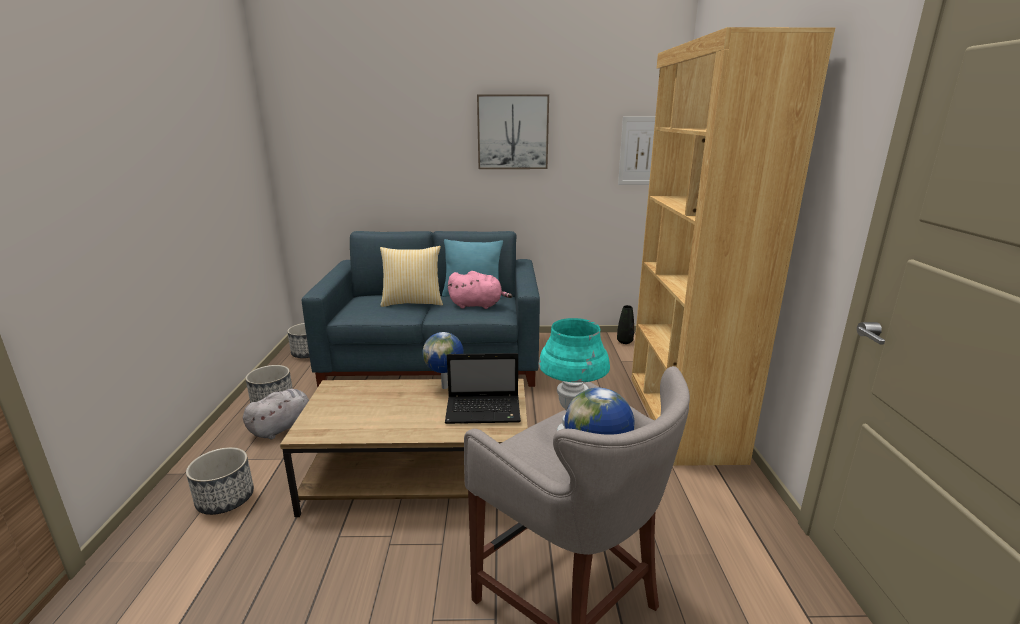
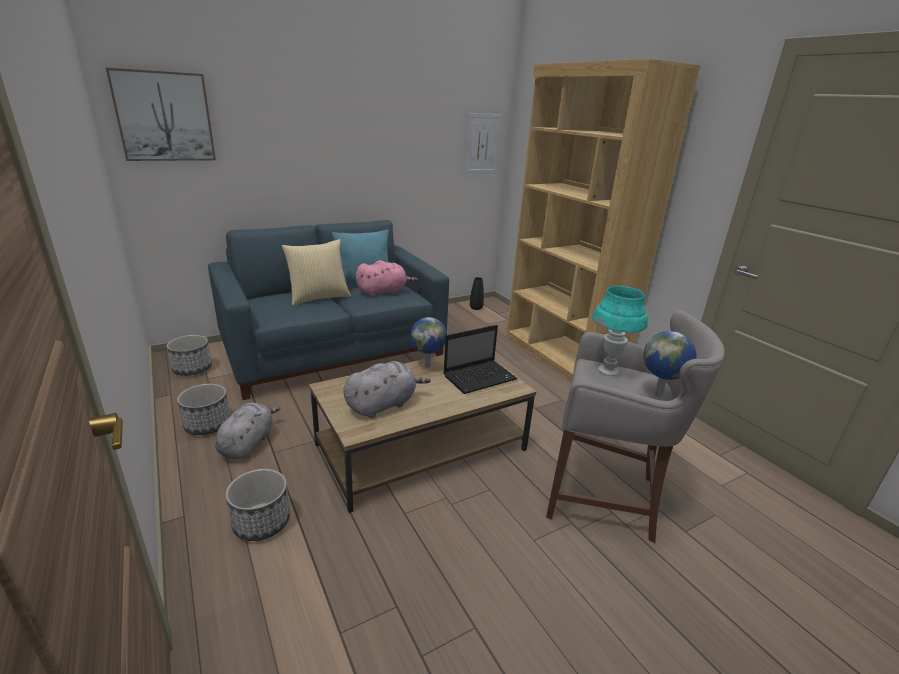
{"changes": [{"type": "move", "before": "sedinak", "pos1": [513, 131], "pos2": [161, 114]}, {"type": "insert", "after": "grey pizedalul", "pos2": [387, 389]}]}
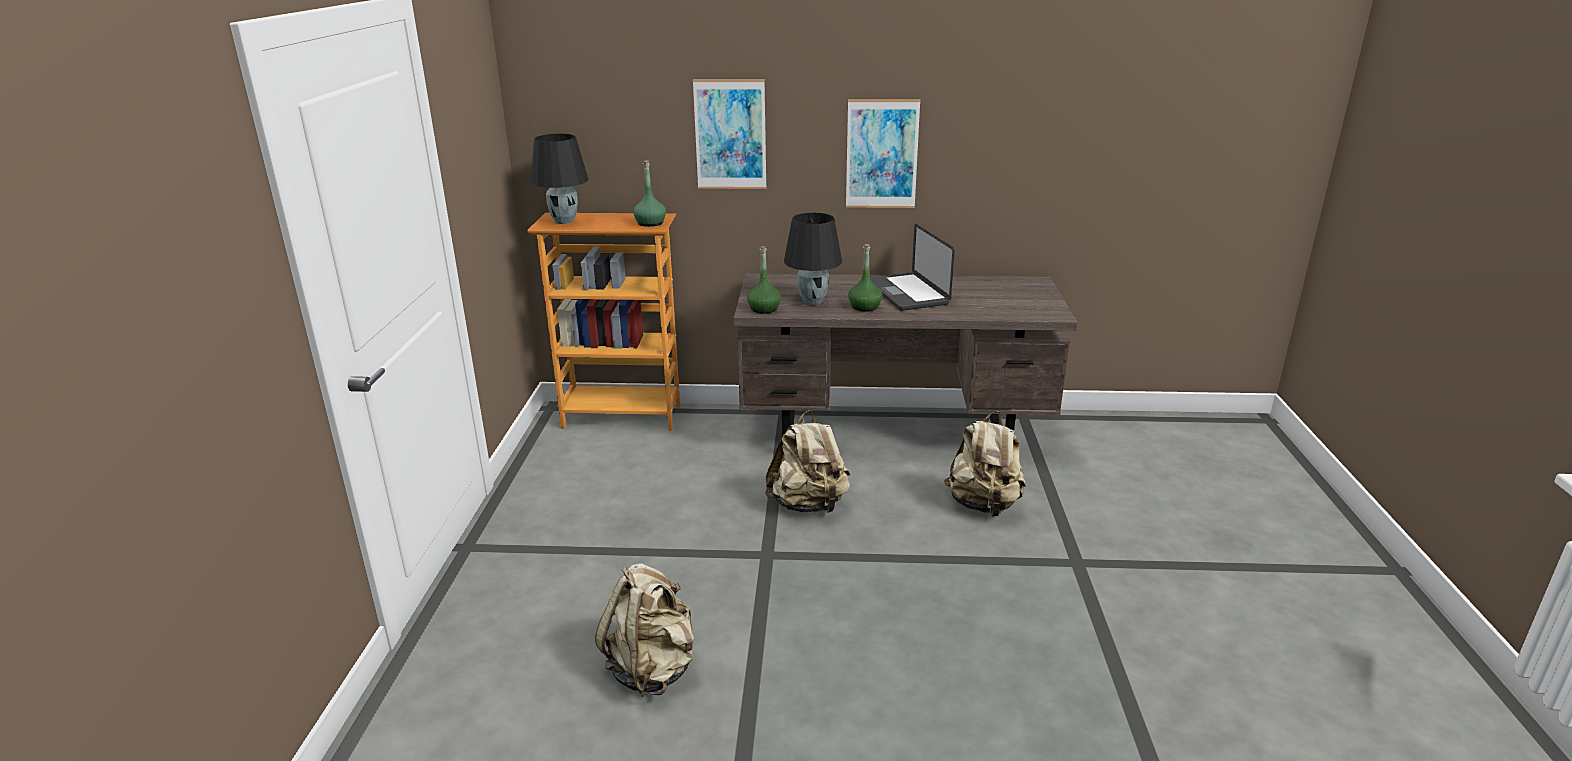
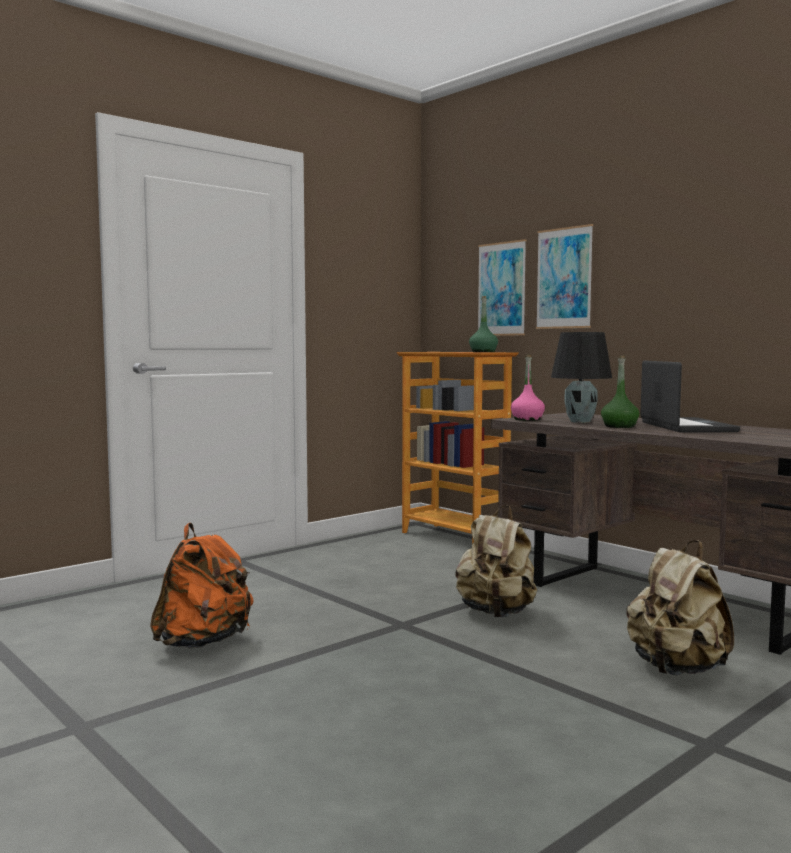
{"changes": [{"type": "delete", "before": "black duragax", "pos1": [559, 179]}, {"type": "recolor", "before": "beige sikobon", "after": "orange sikobon", "pos1": [644, 630], "pos2": [202, 585]}, {"type": "recolor", "before": "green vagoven", "after": "pink vagoven", "pos1": [764, 280], "pos2": [528, 388]}, {"type": "move", "before": "sedinak", "pos1": [883, 154], "pos2": [502, 287]}, {"type": "rotate", "before": "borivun", "pos1": [912, 267], "pos2": [690, 396], "turn": 150}]}
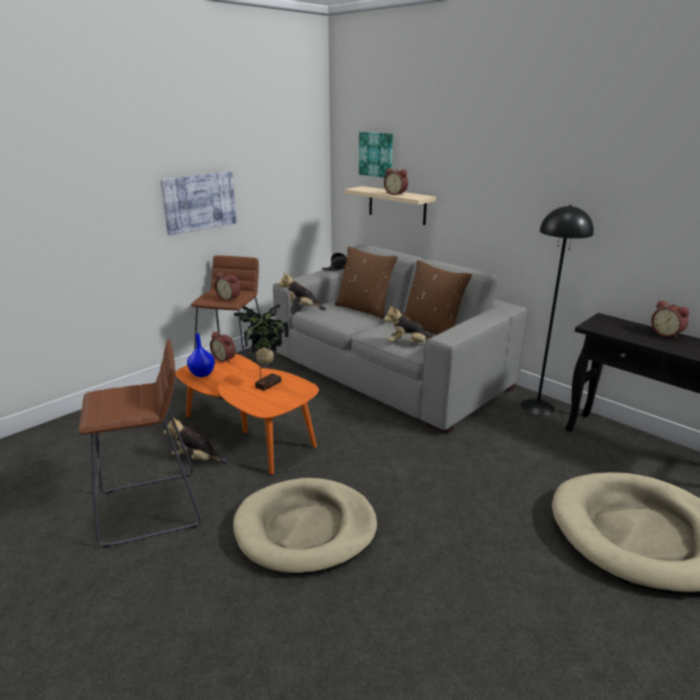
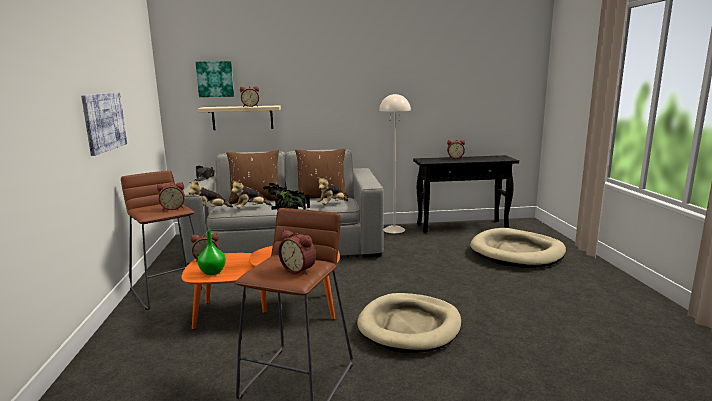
{"changes": [{"type": "move", "before": "pizedalul", "pos1": [196, 440], "pos2": [251, 194]}, {"type": "recolor", "before": "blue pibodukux", "after": "green pibodukux", "pos1": [201, 355], "pos2": [211, 252]}, {"type": "recolor", "before": "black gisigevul", "after": "beige gisigevul", "pos1": [557, 310], "pos2": [395, 163]}, {"type": "insert", "after": "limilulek", "pos2": [297, 252]}]}
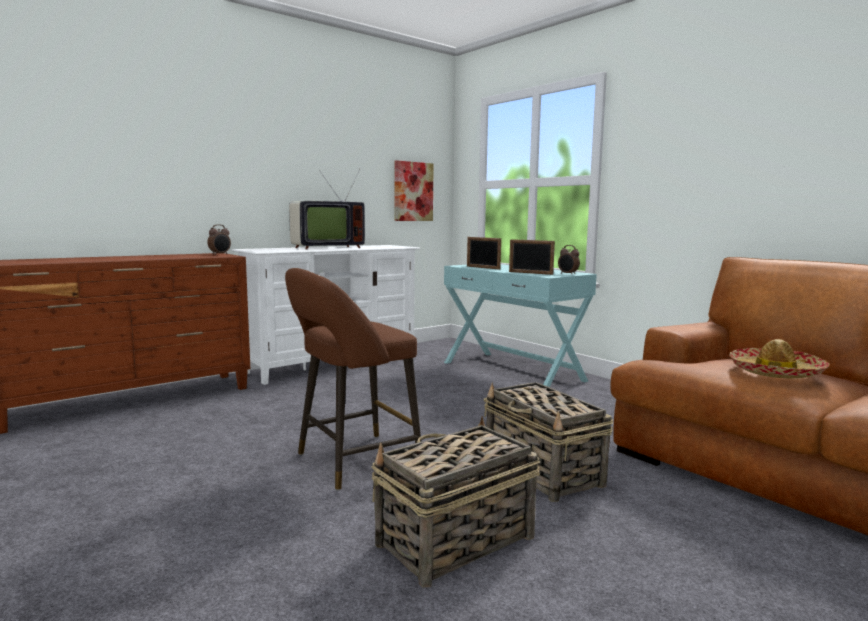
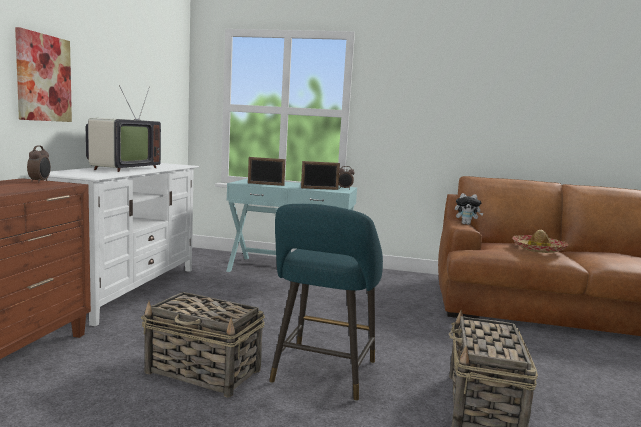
{"changes": [{"type": "recolor", "before": "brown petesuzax", "after": "turquoise petesuzax", "pos1": [353, 379], "pos2": [326, 302]}, {"type": "move", "before": "sedinak", "pos1": [414, 190], "pos2": [43, 74]}, {"type": "move", "before": "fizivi", "pos1": [548, 442], "pos2": [203, 345]}, {"type": "insert", "after": "pizedalul", "pos2": [469, 208]}]}
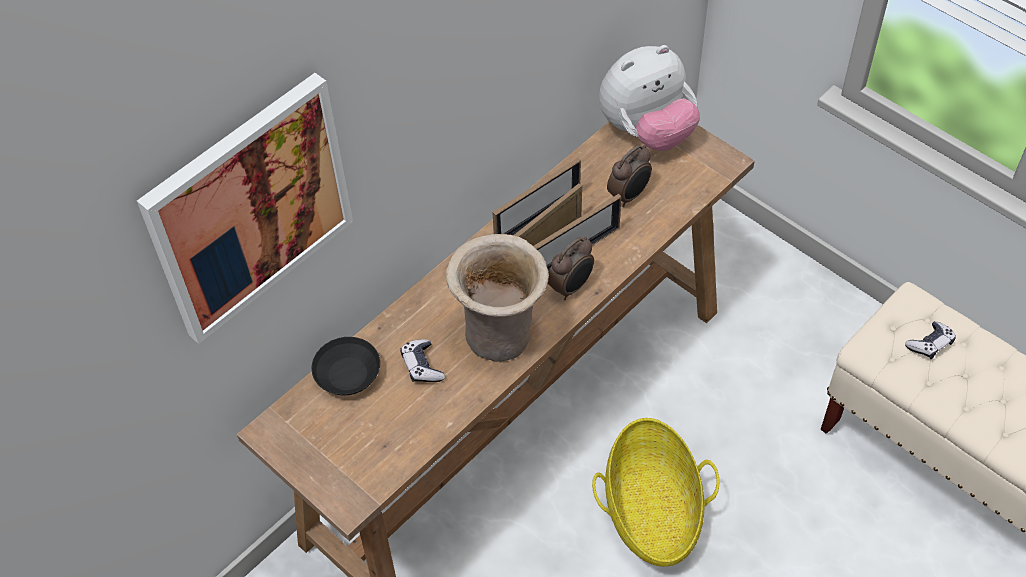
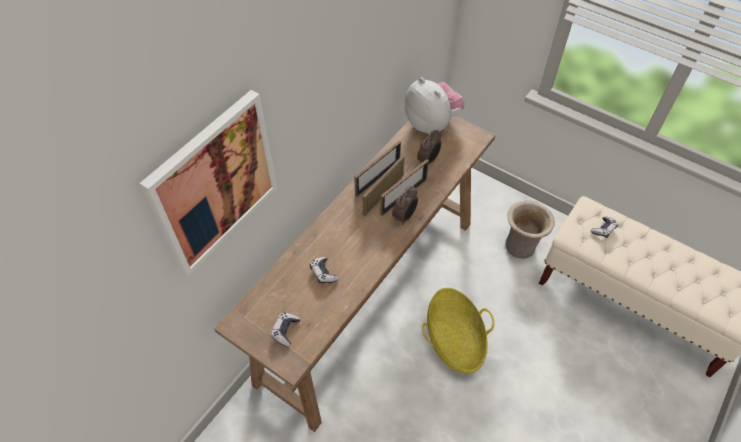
{"changes": [{"type": "delete", "before": "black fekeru", "pos1": [345, 366]}, {"type": "move", "before": "beige pibodukux", "pos1": [497, 298], "pos2": [530, 229]}, {"type": "rotate", "before": "pizedalul", "pos1": [649, 98], "pos2": [435, 105], "turn": -90}, {"type": "insert", "after": "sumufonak", "pos2": [286, 330]}]}
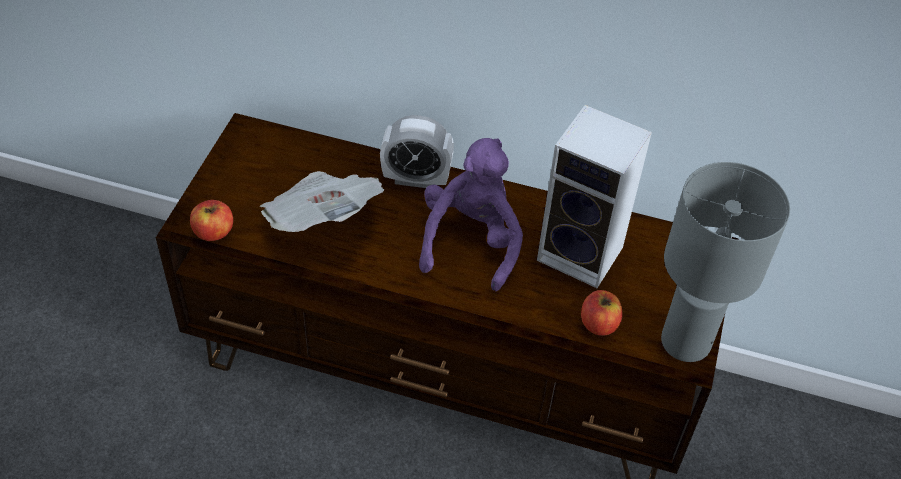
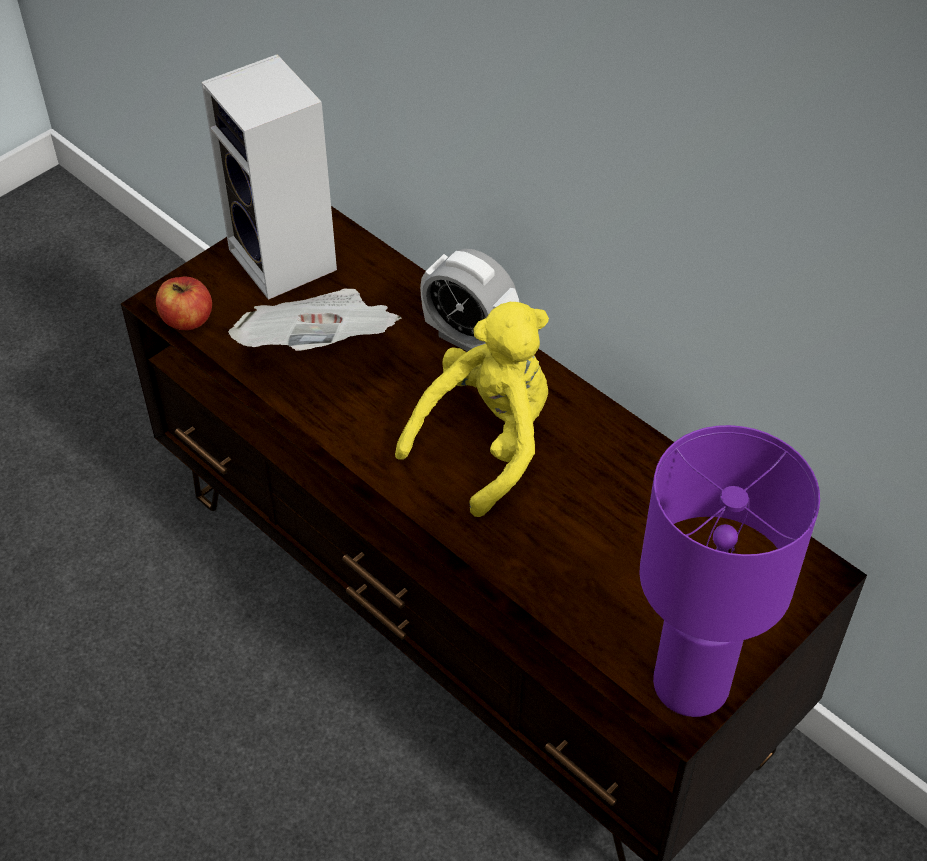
{"changes": [{"type": "recolor", "before": "purple pizedalul", "after": "yellow pizedalul", "pos1": [471, 214], "pos2": [472, 409]}, {"type": "move", "before": "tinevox", "pos1": [594, 196], "pos2": [269, 177]}, {"type": "delete", "before": "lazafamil", "pos1": [601, 313]}, {"type": "recolor", "before": "grey duragax", "after": "purple duragax", "pos1": [725, 262], "pos2": [729, 571]}]}
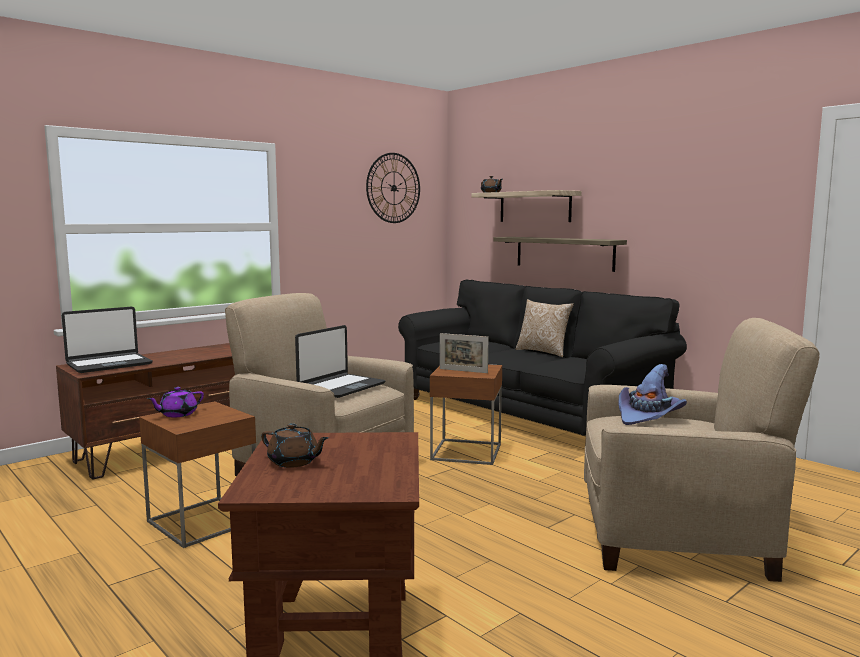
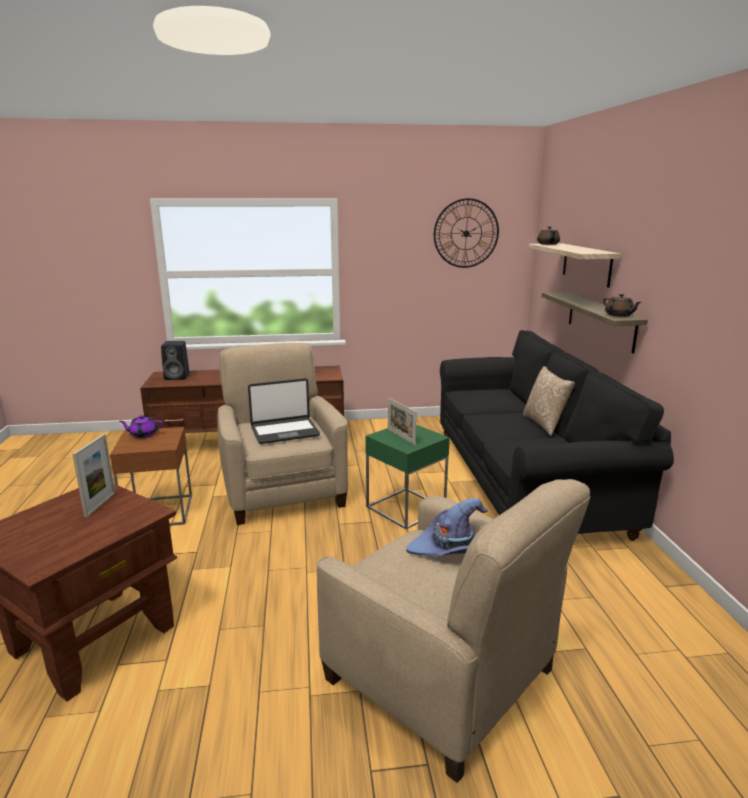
{"changes": [{"type": "replace", "before": "borivun", "after": "black tinevox", "pos1": [107, 340], "pos2": [175, 360]}, {"type": "move", "before": "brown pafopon", "pos1": [295, 445], "pos2": [622, 305]}, {"type": "recolor", "before": "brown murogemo", "after": "green murogemo", "pos1": [466, 414], "pos2": [407, 477]}, {"type": "insert", "after": "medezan", "pos2": [93, 475]}]}
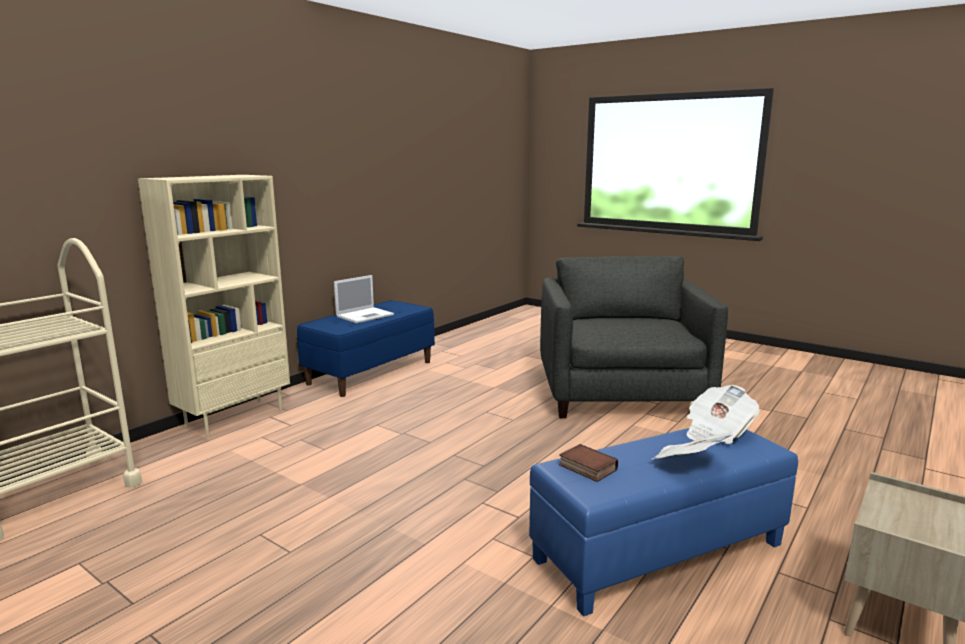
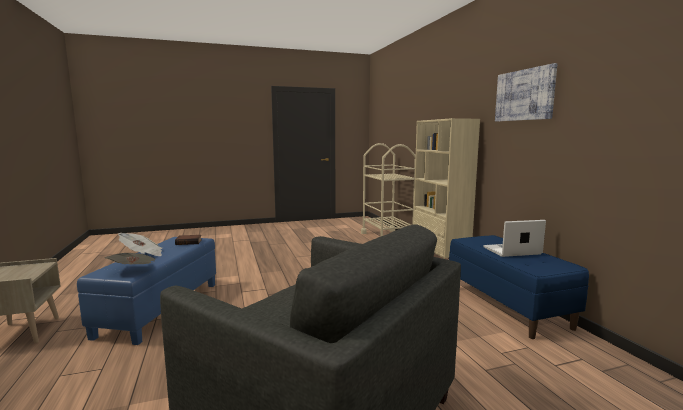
{"changes": [{"type": "rotate", "before": "borivun", "pos1": [364, 299], "pos2": [514, 238], "turn": 90}, {"type": "insert", "after": "sedinak", "pos2": [526, 92]}]}
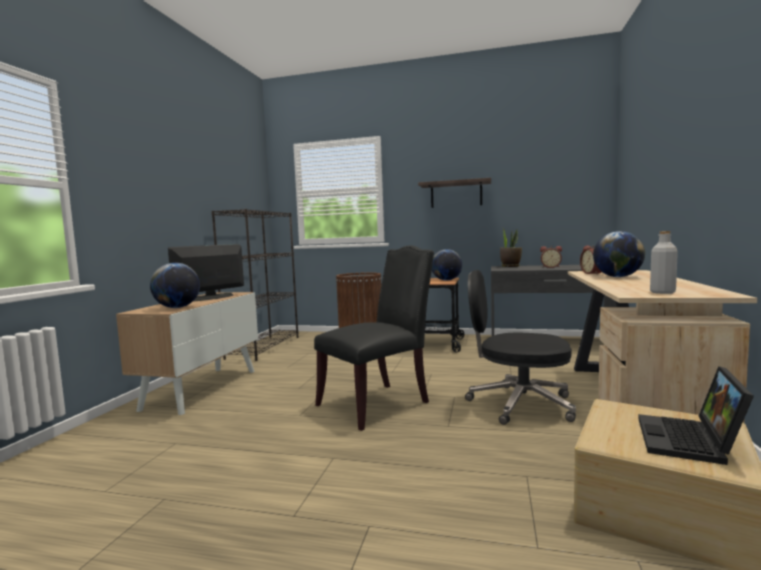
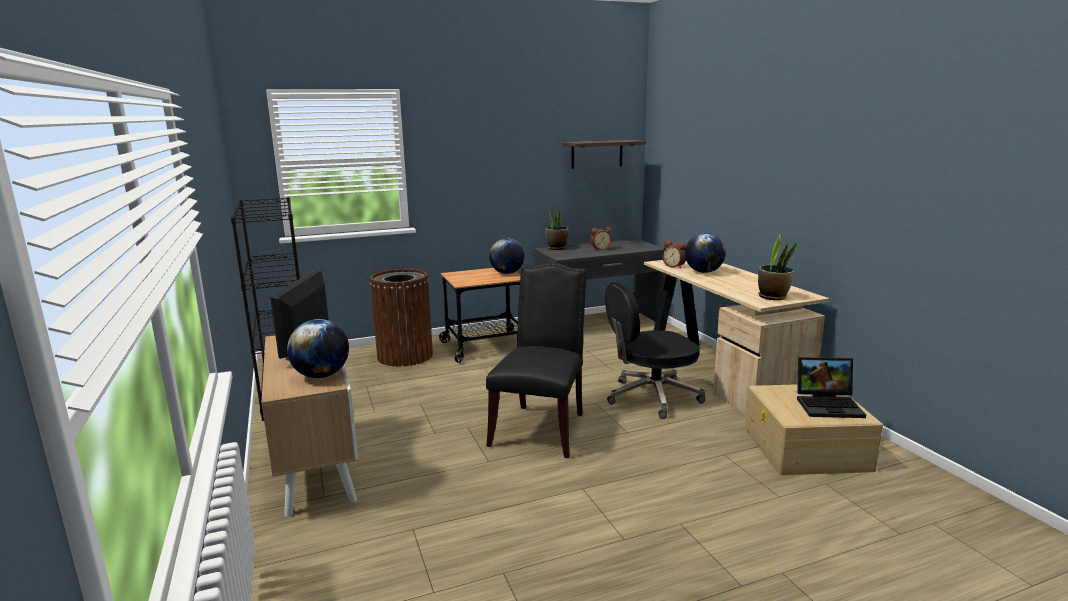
{"changes": [{"type": "move", "before": "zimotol", "pos1": [454, 193], "pos2": [604, 154]}, {"type": "rotate", "before": "borivun", "pos1": [696, 415], "pos2": [831, 387], "turn": -75}, {"type": "replace", "before": "grey vagoven", "after": "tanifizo", "pos1": [664, 262], "pos2": [777, 267]}]}
